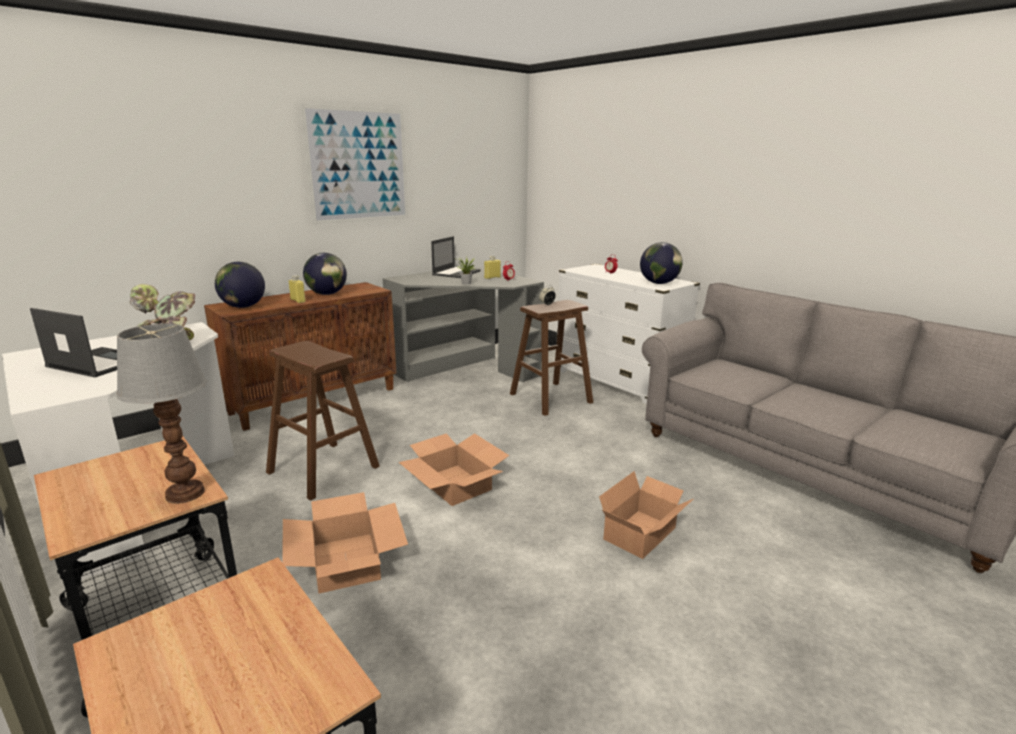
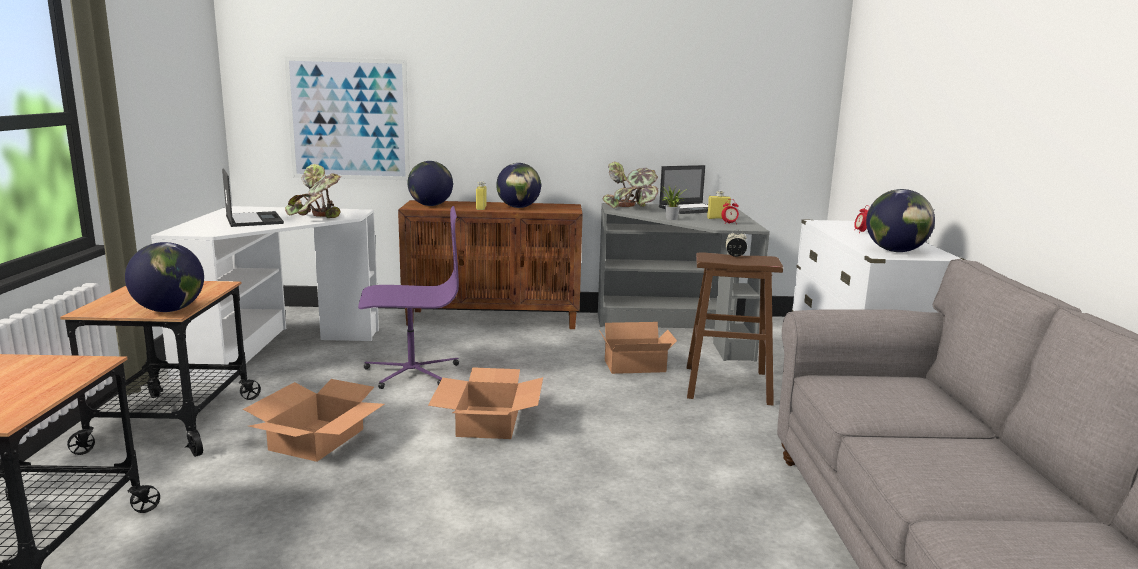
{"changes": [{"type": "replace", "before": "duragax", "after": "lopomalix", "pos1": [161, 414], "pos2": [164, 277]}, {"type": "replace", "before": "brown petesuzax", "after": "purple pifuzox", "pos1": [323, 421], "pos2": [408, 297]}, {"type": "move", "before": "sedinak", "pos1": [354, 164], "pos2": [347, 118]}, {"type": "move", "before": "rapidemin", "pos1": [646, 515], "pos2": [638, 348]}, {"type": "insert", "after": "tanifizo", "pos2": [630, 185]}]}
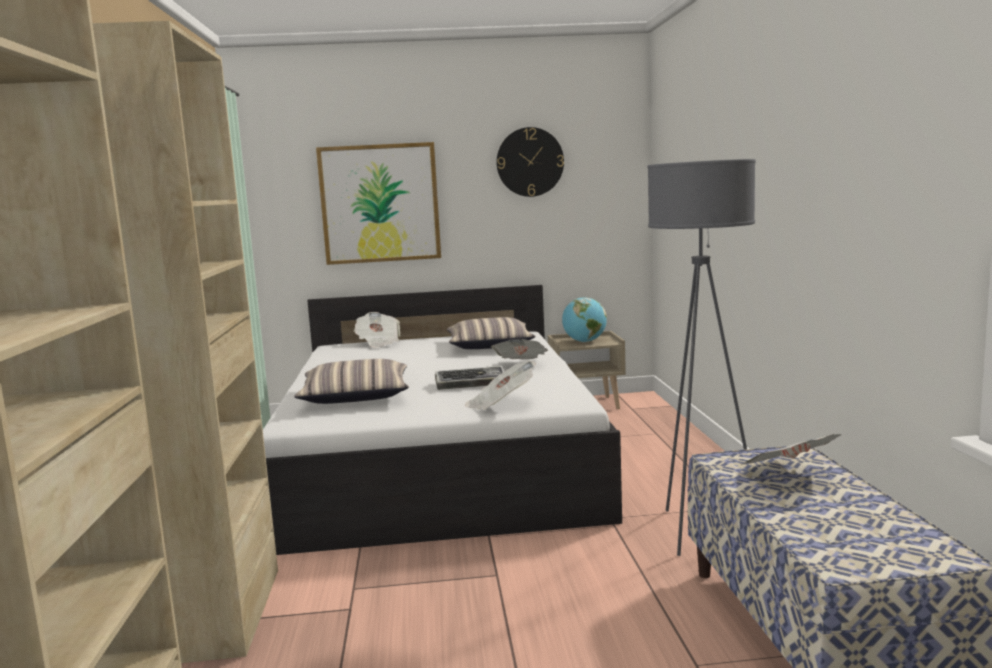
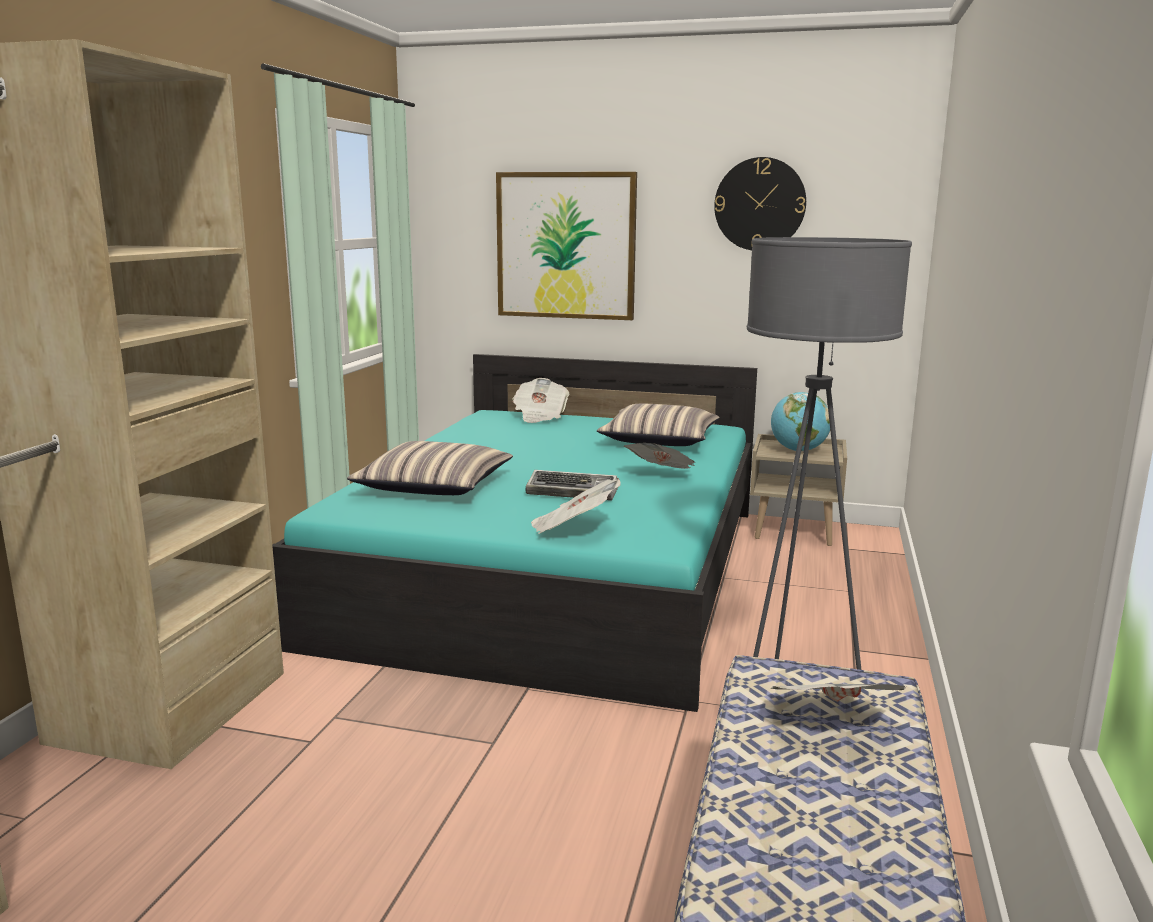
{"changes": [{"type": "recolor", "before": "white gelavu", "after": "turquoise gelavu", "pos1": [442, 420], "pos2": [514, 533]}]}
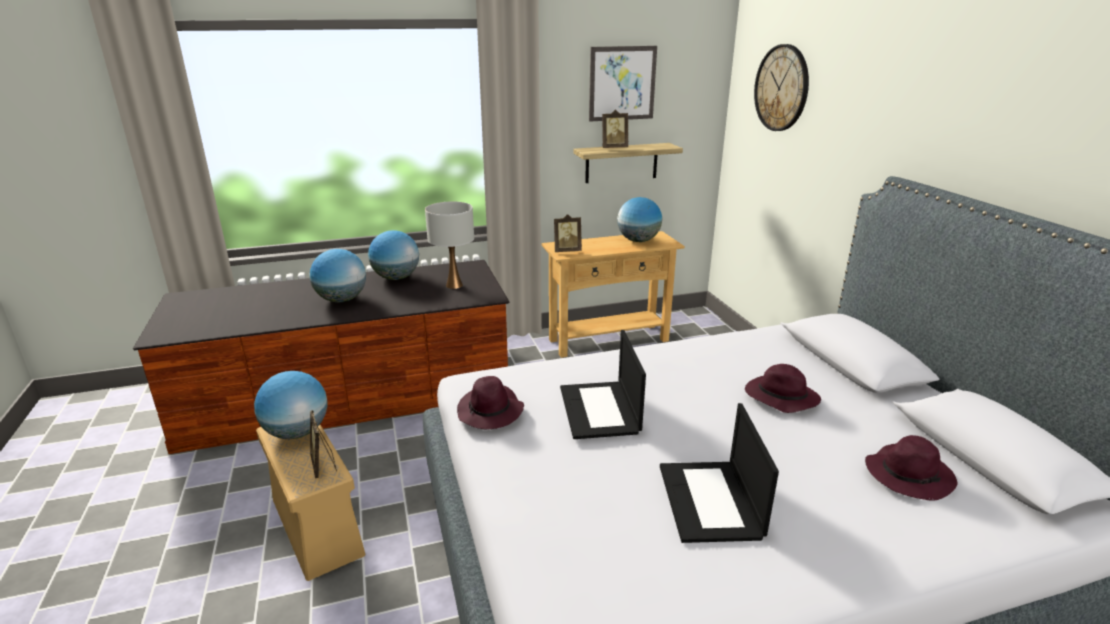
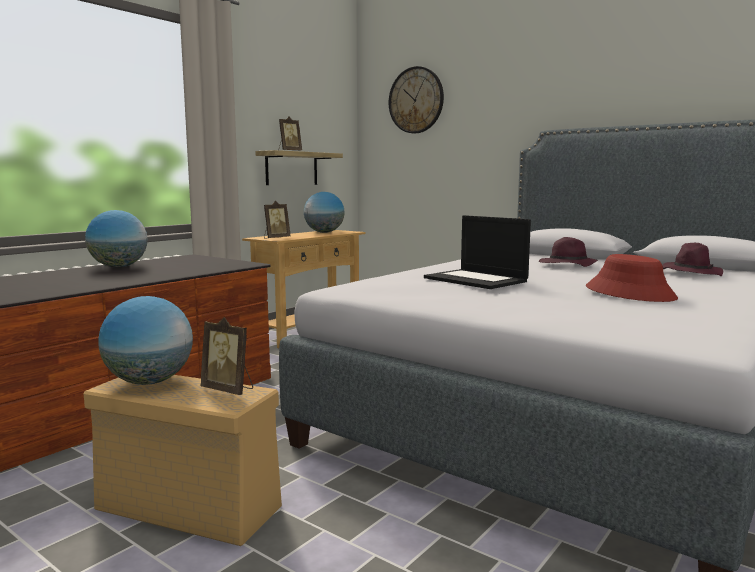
{"changes": [{"type": "delete", "before": "lopomalix", "pos1": [338, 275]}, {"type": "delete", "before": "white duragax", "pos1": [449, 245]}, {"type": "delete", "before": "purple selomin", "pos1": [490, 402]}, {"type": "delete", "before": "sedinak", "pos1": [623, 84]}, {"type": "replace", "before": "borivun", "after": "red selomin", "pos1": [719, 473], "pos2": [632, 278]}]}
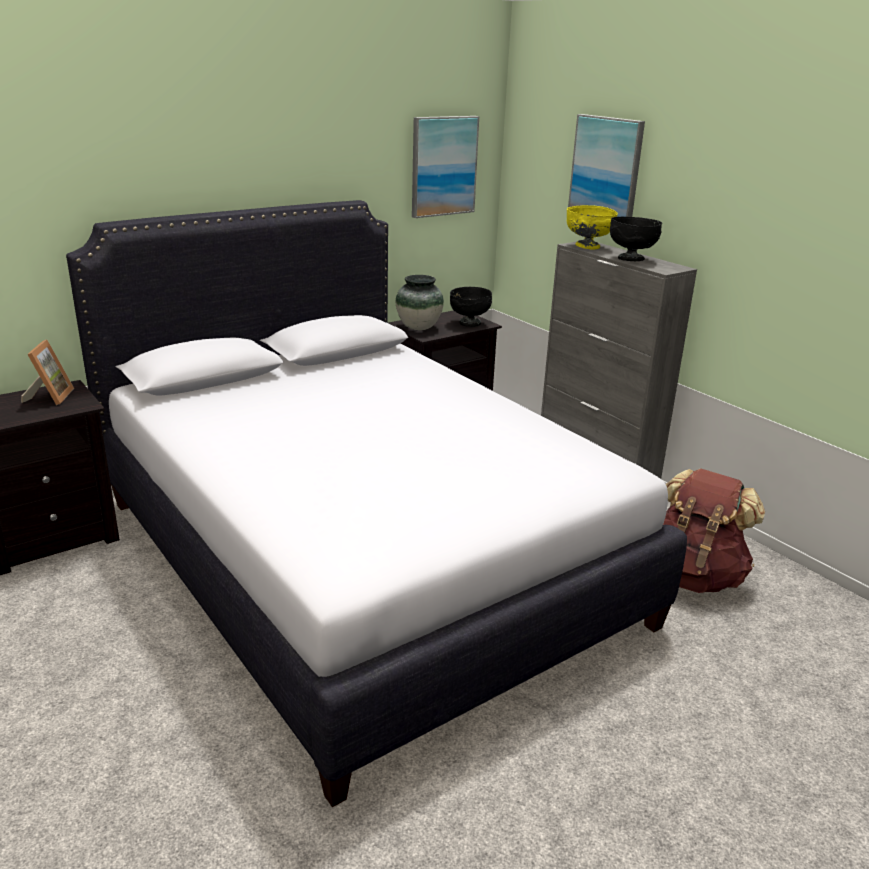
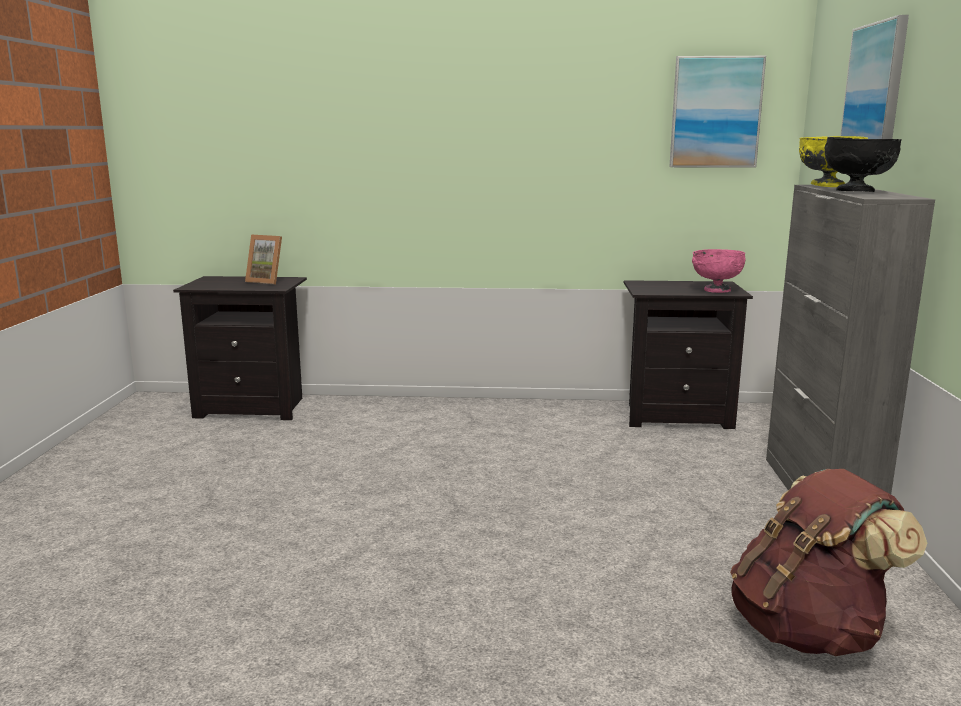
{"changes": [{"type": "rotate", "before": "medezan", "pos1": [47, 372], "pos2": [263, 260], "turn": 75}, {"type": "delete", "before": "white gelavu", "pos1": [376, 503]}, {"type": "delete", "before": "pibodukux", "pos1": [420, 302]}, {"type": "recolor", "before": "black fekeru", "after": "pink fekeru", "pos1": [471, 307], "pos2": [719, 271]}]}
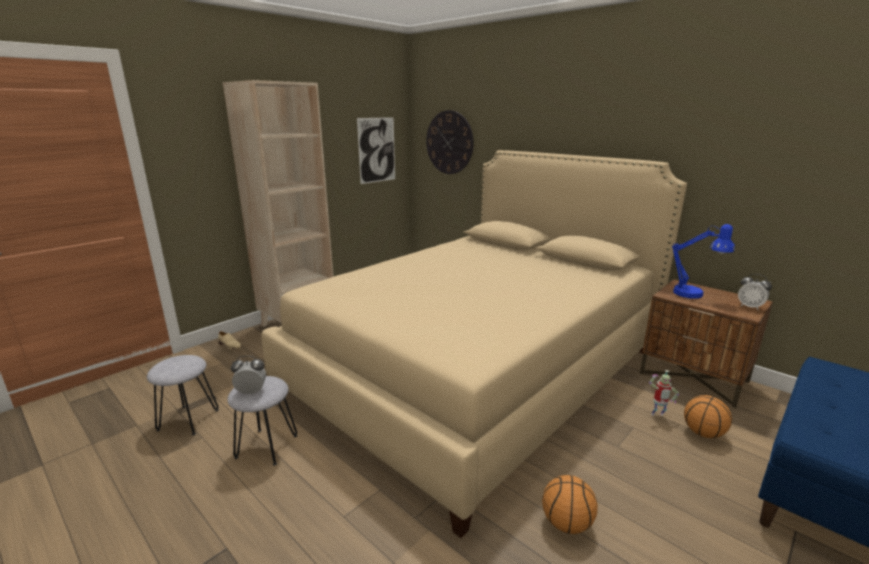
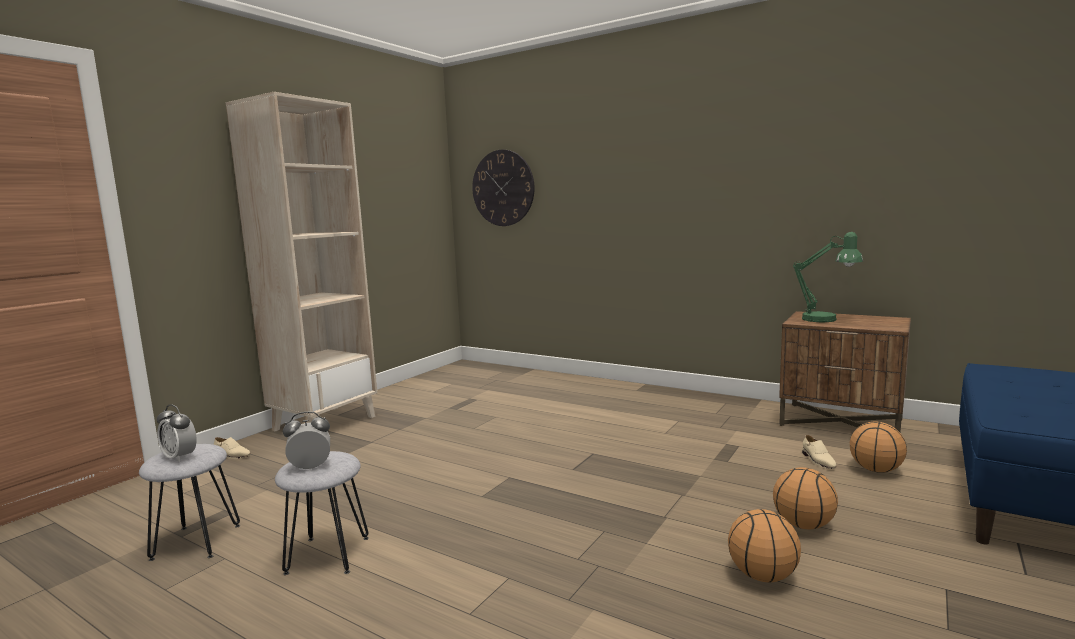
{"changes": [{"type": "delete", "before": "beige gelavu", "pos1": [474, 344]}, {"type": "delete", "before": "sedinak", "pos1": [376, 150]}, {"type": "replace", "before": "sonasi", "after": "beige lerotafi", "pos1": [664, 393], "pos2": [819, 452]}, {"type": "recolor", "before": "blue duragax", "after": "green duragax", "pos1": [703, 261], "pos2": [828, 277]}, {"type": "move", "before": "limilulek", "pos1": [755, 292], "pos2": [177, 433]}, {"type": "insert", "after": "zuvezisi", "pos2": [805, 498]}]}
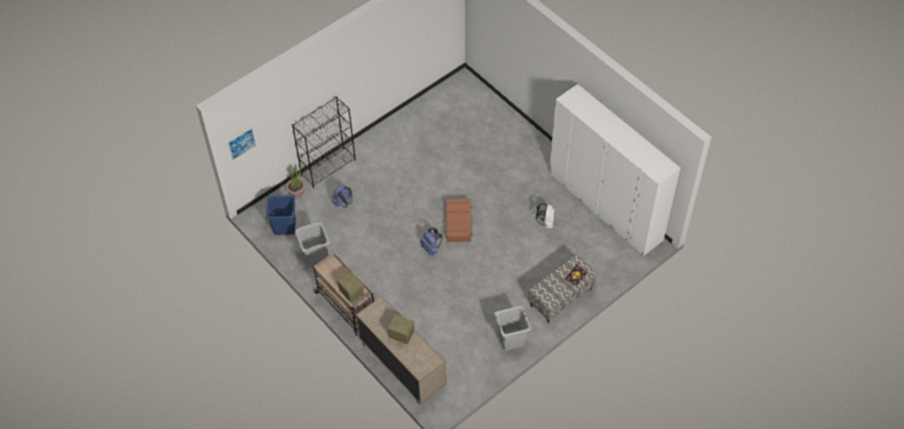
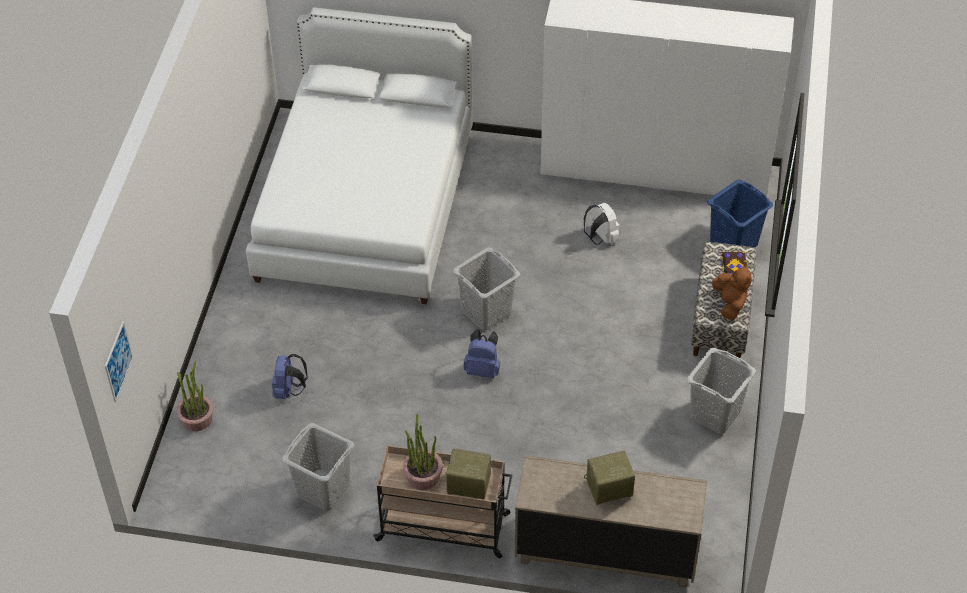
{"changes": [{"type": "move", "before": "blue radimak", "pos1": [281, 215], "pos2": [740, 214]}, {"type": "delete", "before": "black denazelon", "pos1": [324, 142]}, {"type": "replace", "before": "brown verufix", "after": "grey radimak", "pos1": [459, 220], "pos2": [486, 288]}, {"type": "insert", "after": "white gelavu", "pos2": [359, 155]}, {"type": "insert", "after": "tanifizo", "pos2": [423, 451]}, {"type": "insert", "after": "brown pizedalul", "pos2": [732, 292]}]}
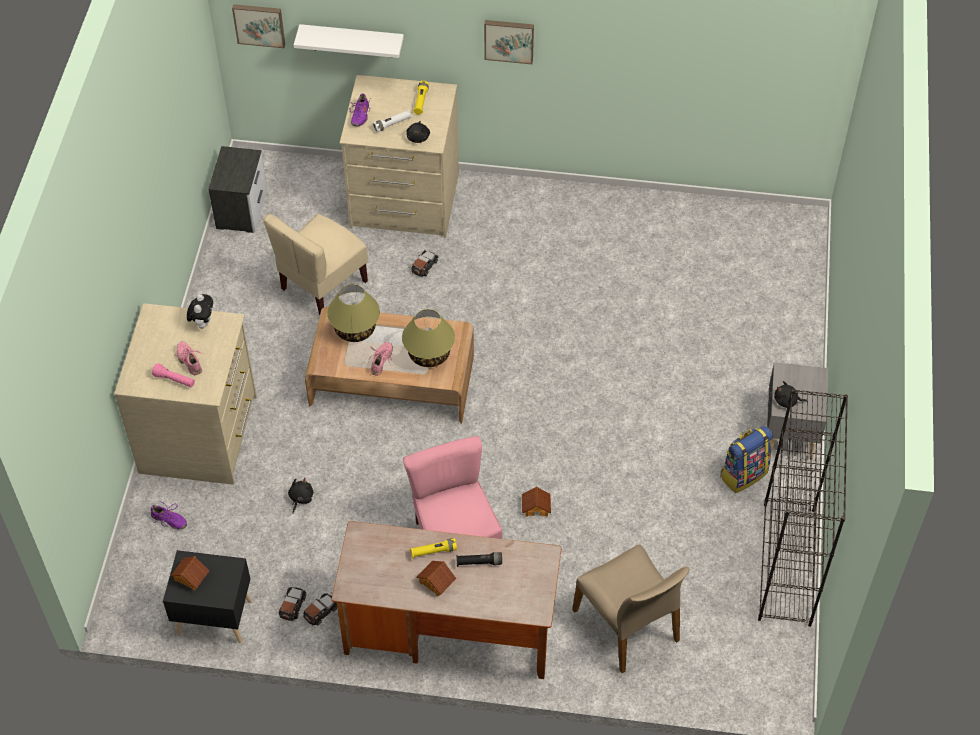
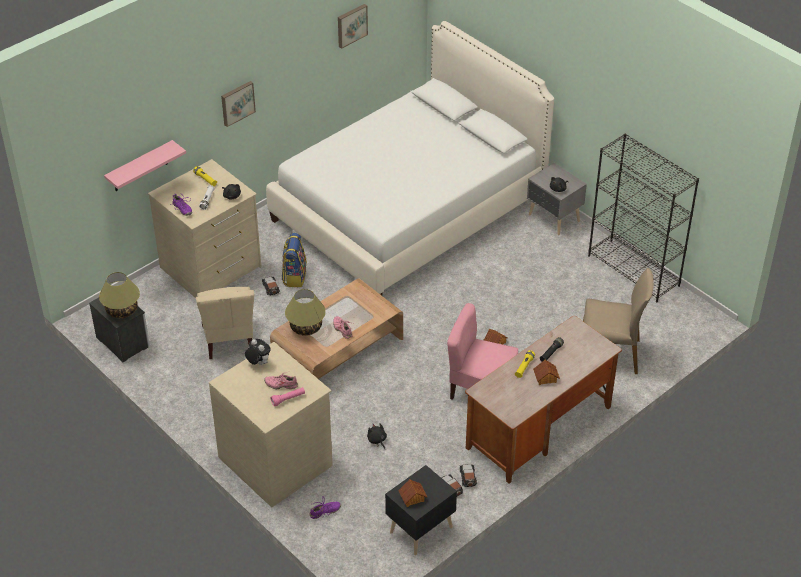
{"changes": [{"type": "move", "before": "sedinak", "pos1": [258, 26], "pos2": [353, 26]}, {"type": "recolor", "before": "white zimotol", "after": "pink zimotol", "pos1": [349, 41], "pos2": [145, 165]}, {"type": "move", "before": "duragax", "pos1": [428, 338], "pos2": [119, 295]}, {"type": "move", "before": "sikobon", "pos1": [746, 459], "pos2": [294, 260]}, {"type": "insert", "after": "white gelavu", "pos2": [410, 158]}]}
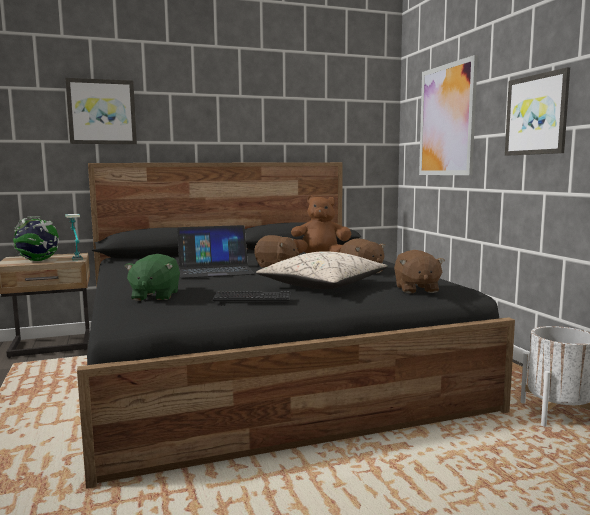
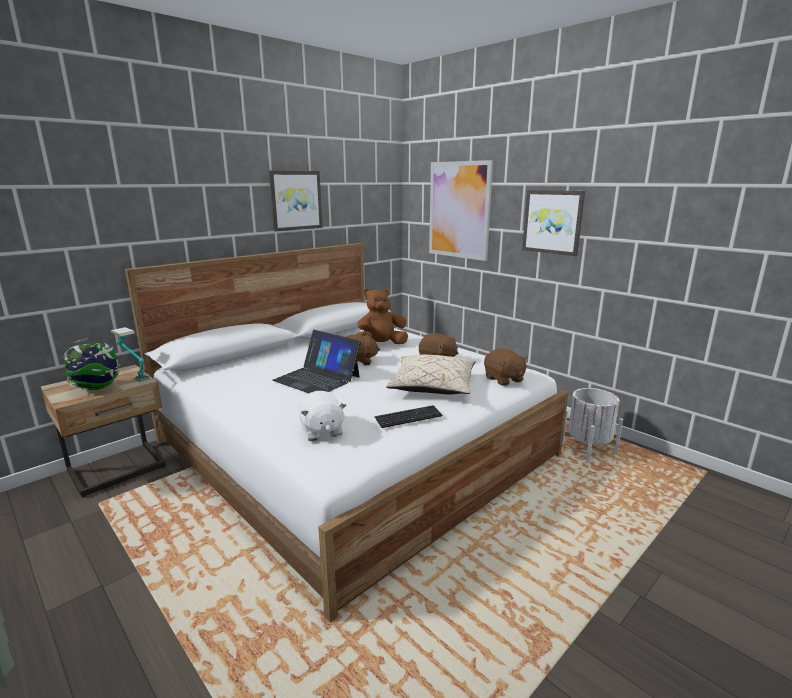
{"changes": [{"type": "move", "before": "sedinak", "pos1": [101, 111], "pos2": [295, 201]}, {"type": "recolor", "before": "black gelavu", "after": "white gelavu", "pos1": [296, 325], "pos2": [347, 432]}, {"type": "recolor", "before": "green pizedalul", "after": "white pizedalul", "pos1": [152, 277], "pos2": [322, 416]}, {"type": "rotate", "before": "borivun", "pos1": [216, 251], "pos2": [316, 361], "turn": 75}]}
